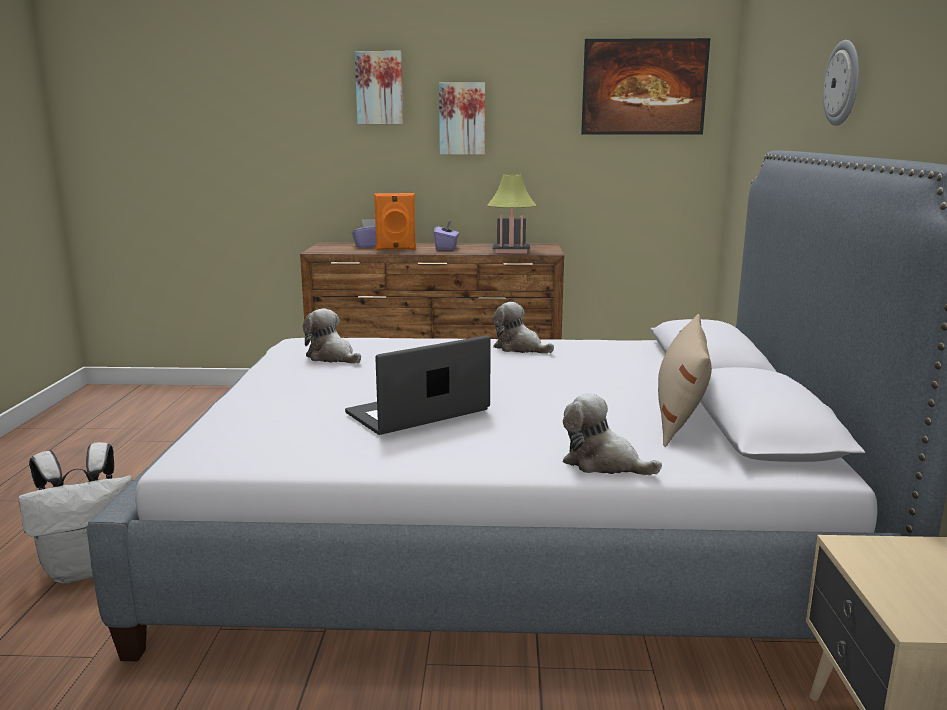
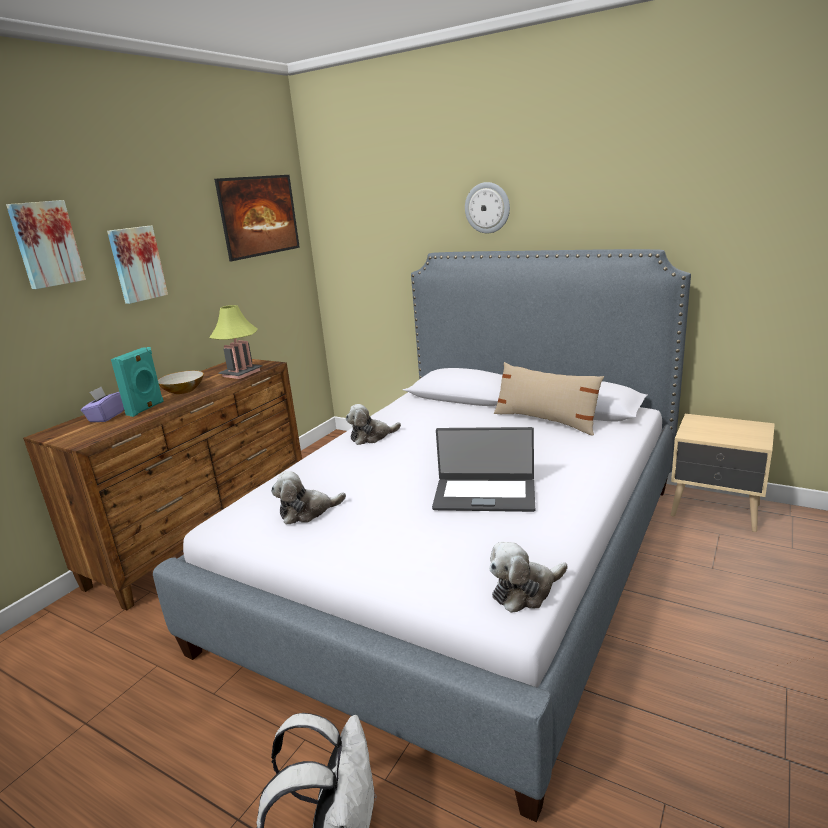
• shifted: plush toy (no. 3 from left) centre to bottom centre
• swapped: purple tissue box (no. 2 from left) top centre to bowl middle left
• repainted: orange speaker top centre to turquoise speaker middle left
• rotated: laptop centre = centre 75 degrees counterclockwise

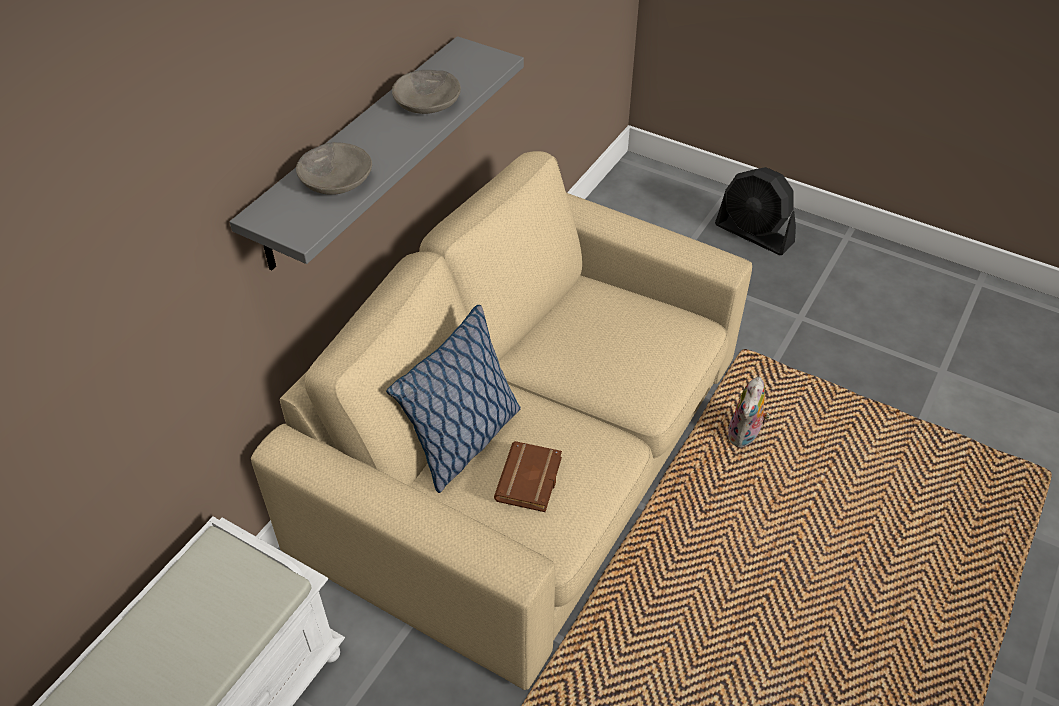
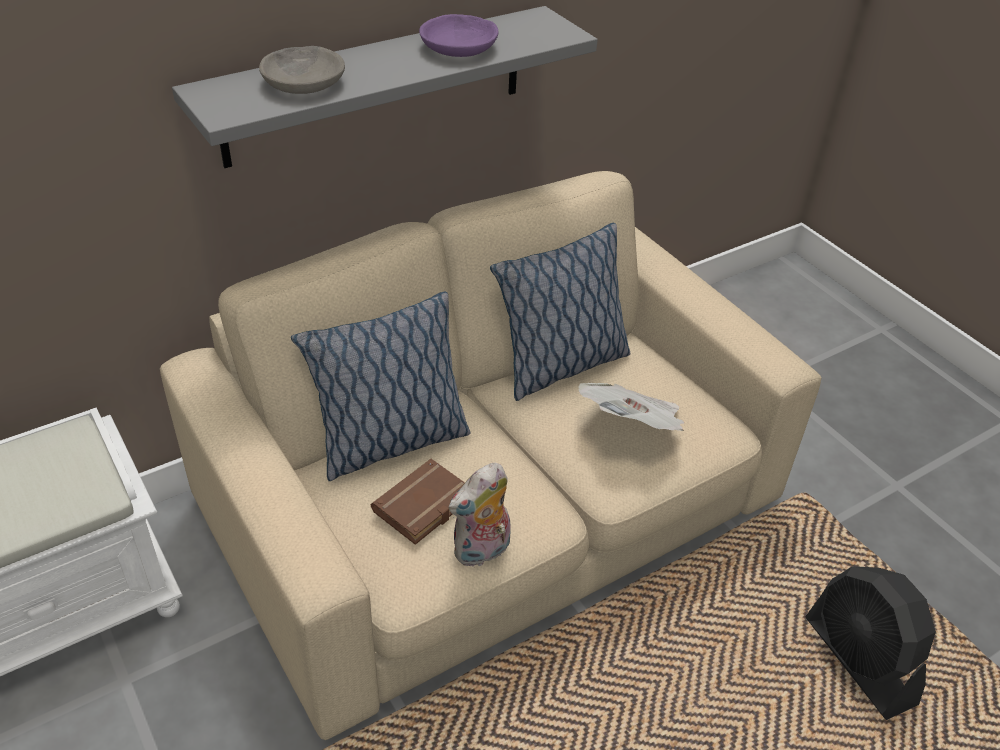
• new: pillow (no. 2 from left) centre
• new: newspaper centre
• shifted: black fan top right to bottom right
• shifted: plush toy middle right to bottom centre
• repainted: grey bowl (no. 2 from left) top centre to purple bowl top centre

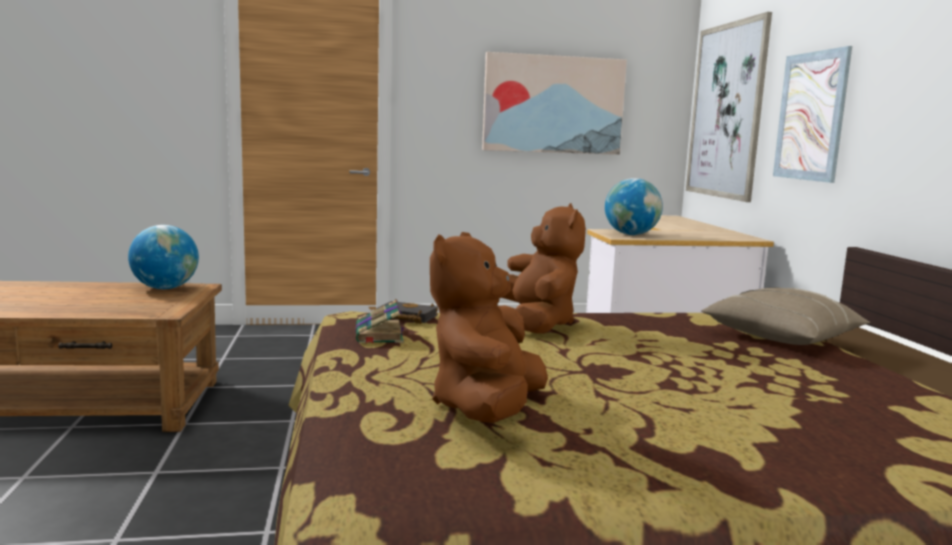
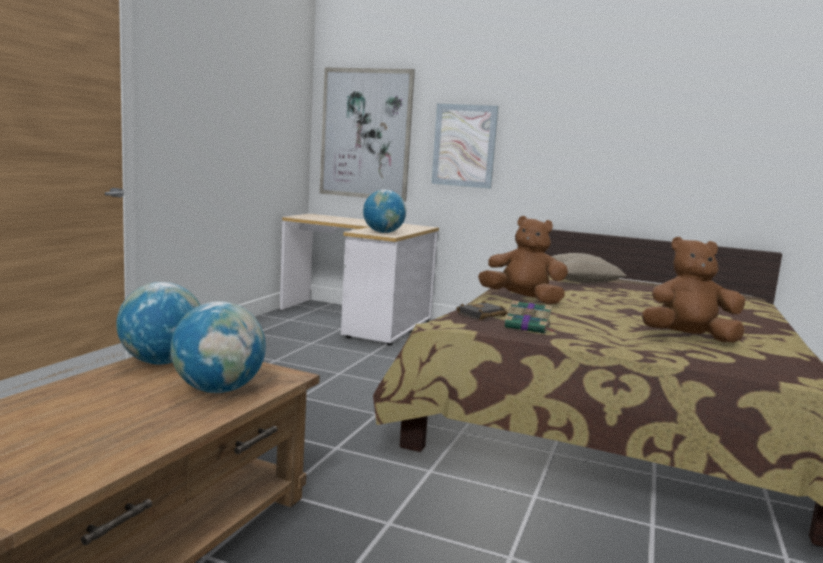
• gone: picture (no. 1 from left) top centre
• new: globe (no. 2 from left) middle left
• rotated: brown plush toy (no. 1 from left in the first image) centre = middle right 135 degrees clockwise

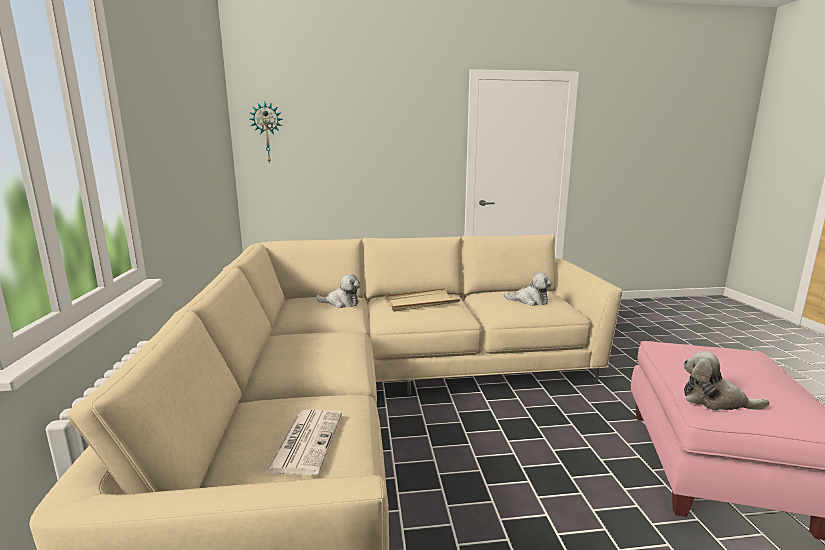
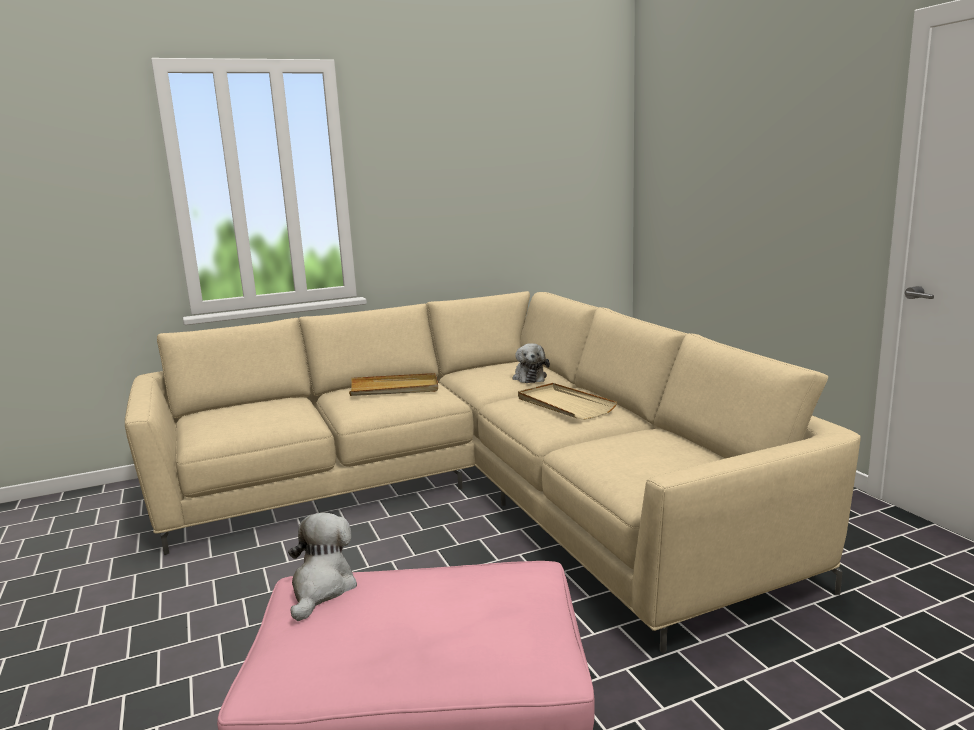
• gone: wall clock top left
• gone: newspaper bottom centre
• gone: plush toy (no. 2 from left) centre
• new: beige tray (no. 1 from left) centre

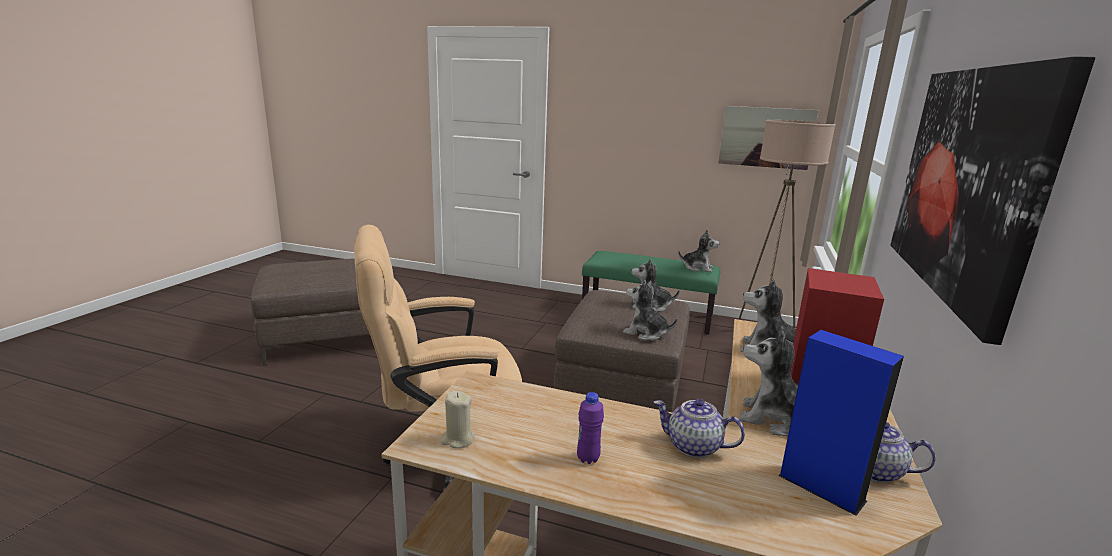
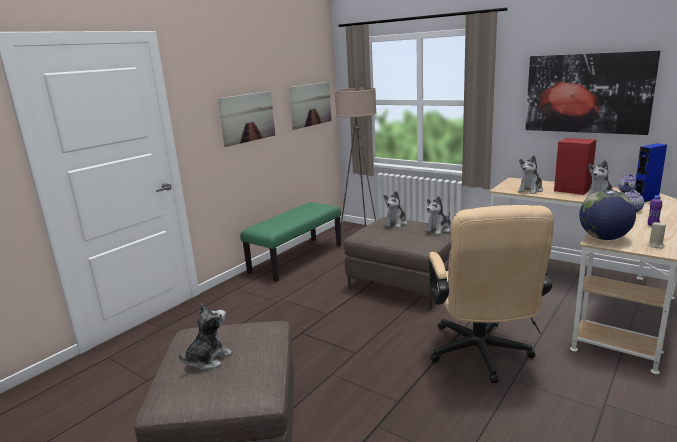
• new: picture (no. 1 from left) top centre
• new: globe middle right
• shifted: plush toy (no. 3 from left in the first image) centre to plush toy (no. 1 from left) bottom left

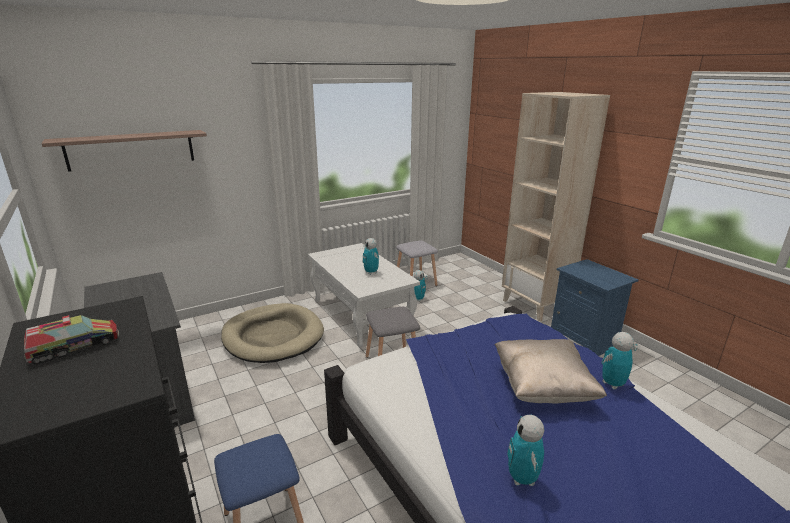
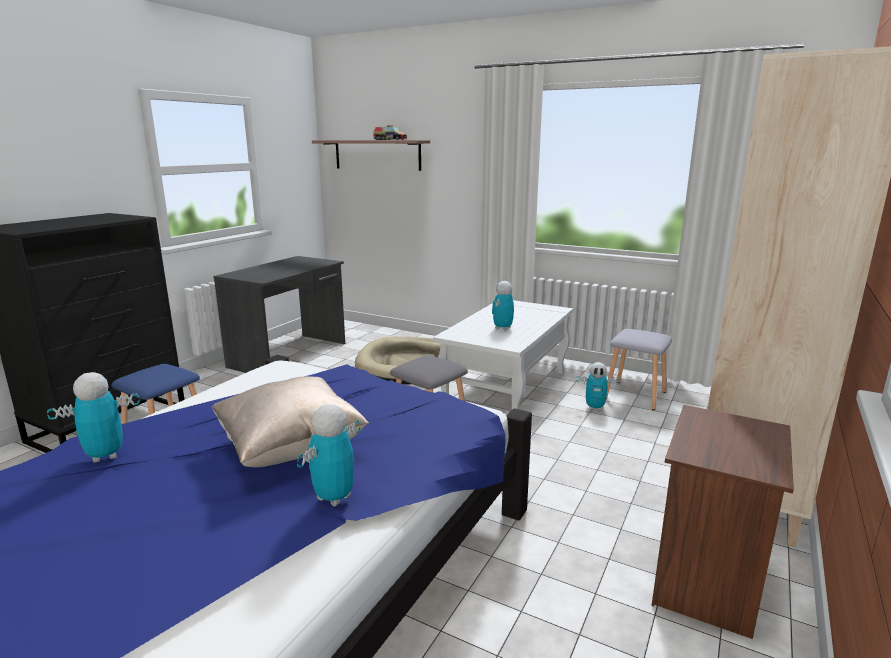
• shifted: toy truck middle left to top centre
• repainted: blue nightstand middle right to brown nightstand bottom right
• rotated: toy robot (no. 4 from left in the first image) bottom right = bottom centre 90 degrees counterclockwise

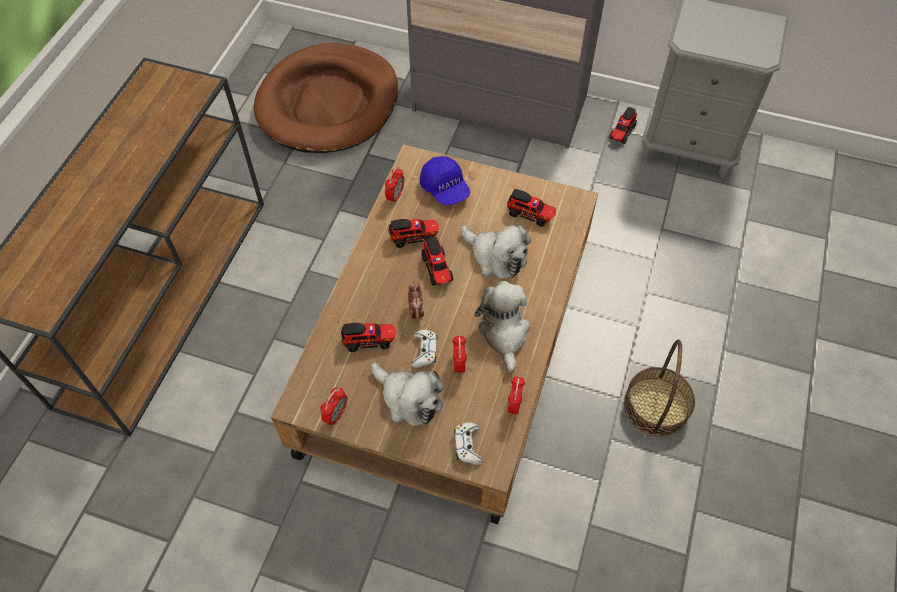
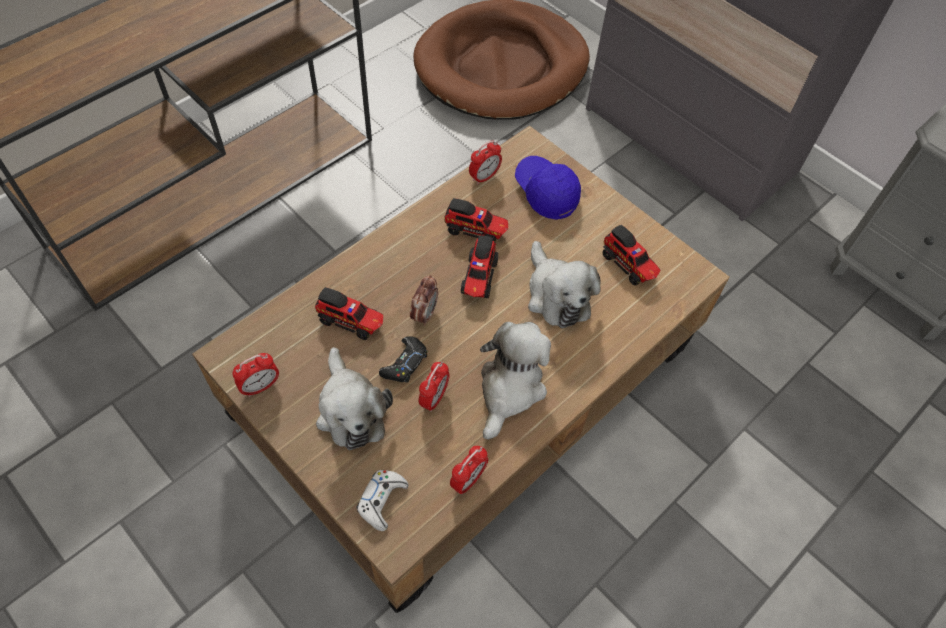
• gone: toy truck (no. 5 from left) top right
• gone: basket middle right
• repainted: white game controller (no. 1 from left) centre to black game controller centre
• rotated: blue cap top centre = top centre 150 degrees clockwise

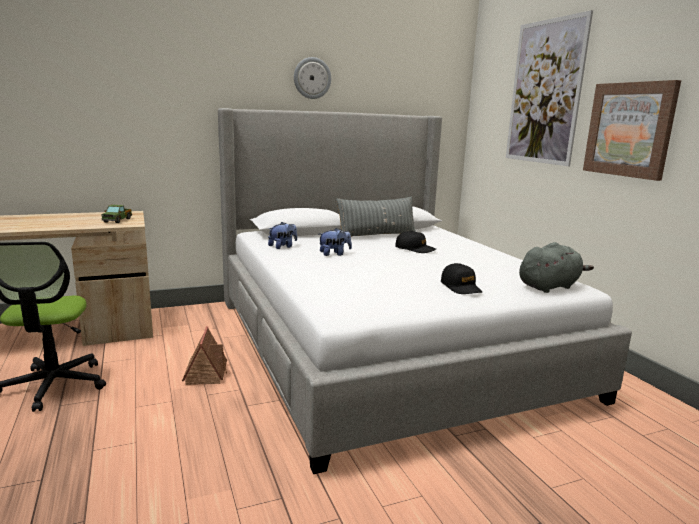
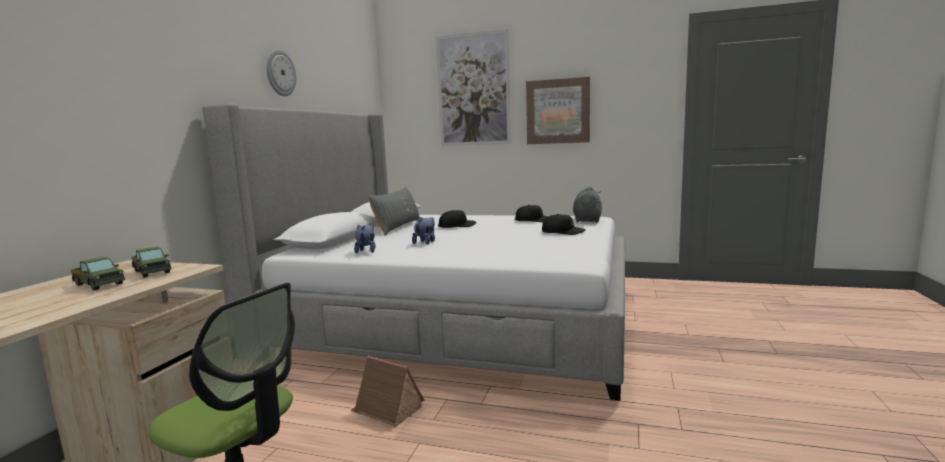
• new: toy truck (no. 1 from left) middle left
• new: black cap (no. 2 from left) centre

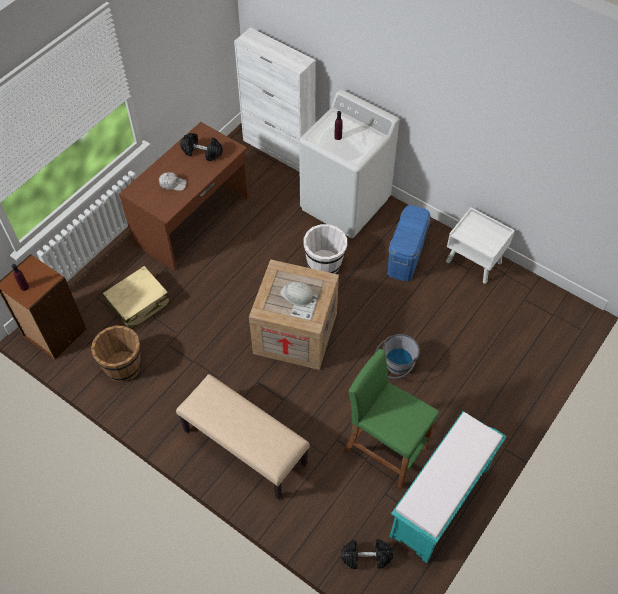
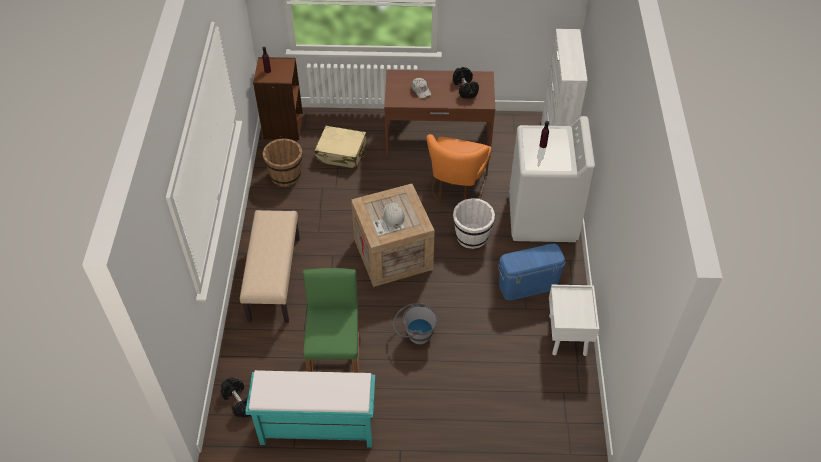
• new: orange chair centre

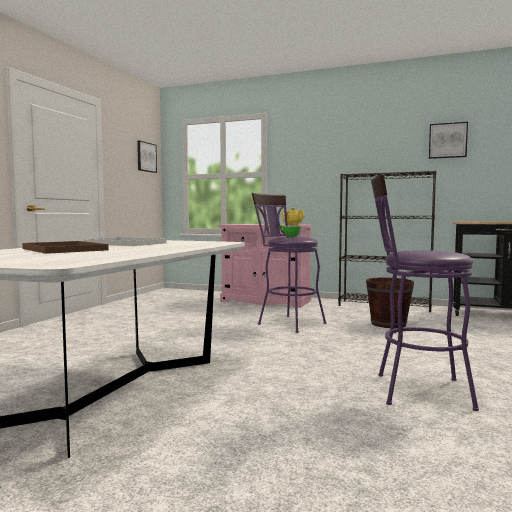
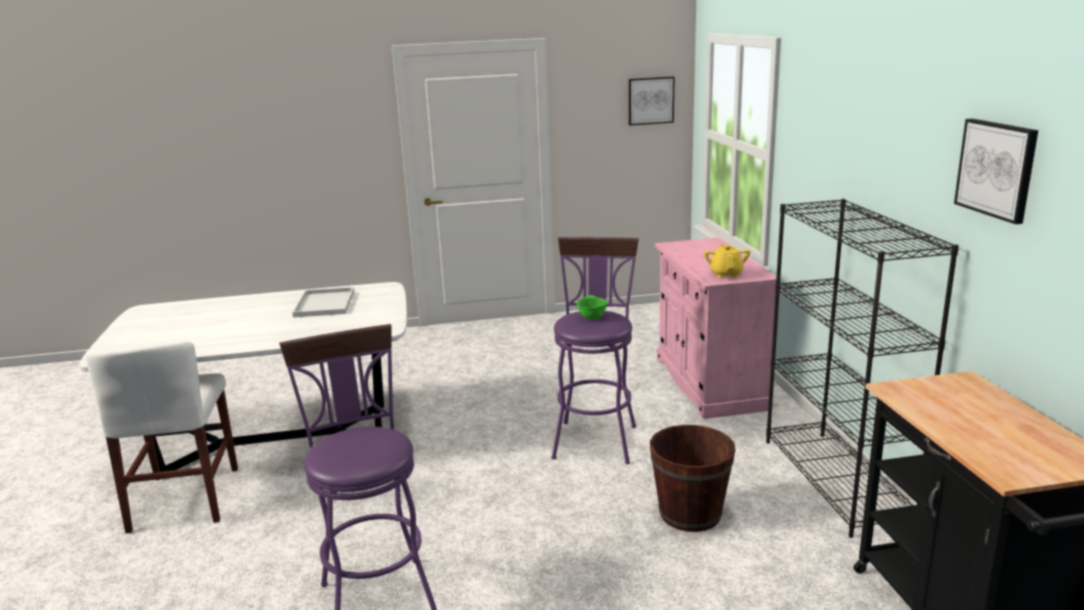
• gone: brown tray middle left
• new: white chair bottom left

